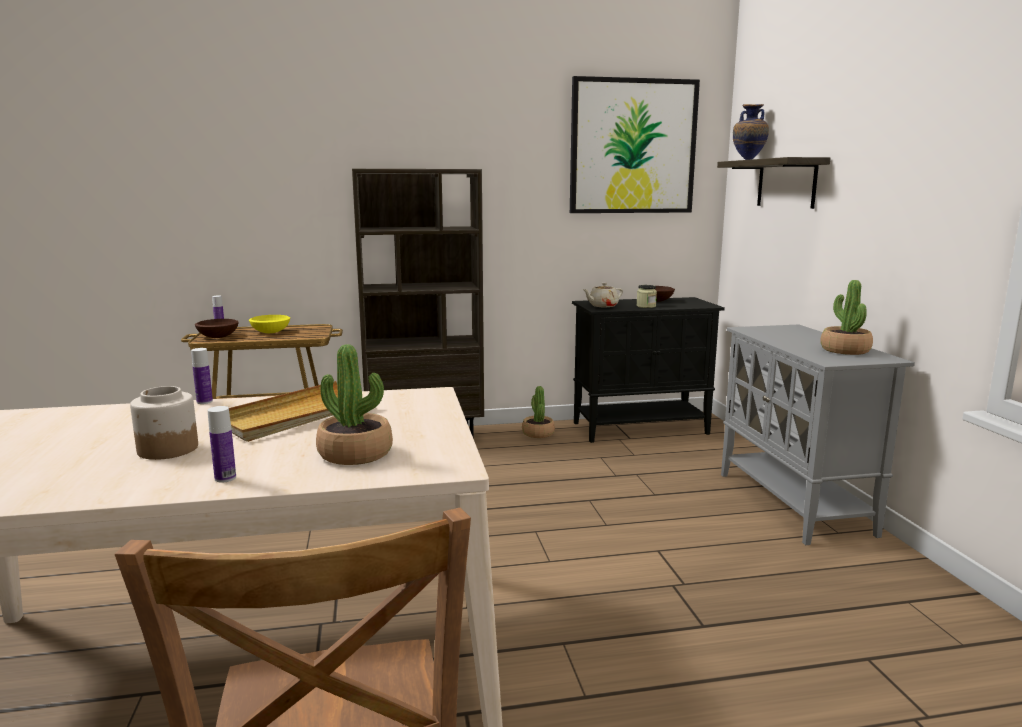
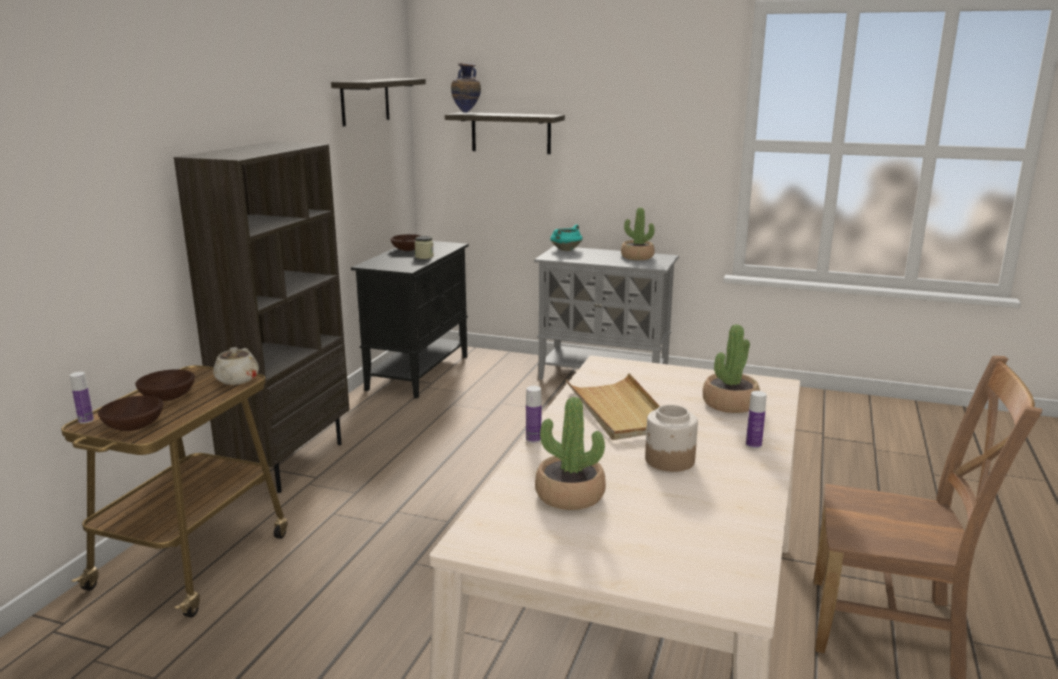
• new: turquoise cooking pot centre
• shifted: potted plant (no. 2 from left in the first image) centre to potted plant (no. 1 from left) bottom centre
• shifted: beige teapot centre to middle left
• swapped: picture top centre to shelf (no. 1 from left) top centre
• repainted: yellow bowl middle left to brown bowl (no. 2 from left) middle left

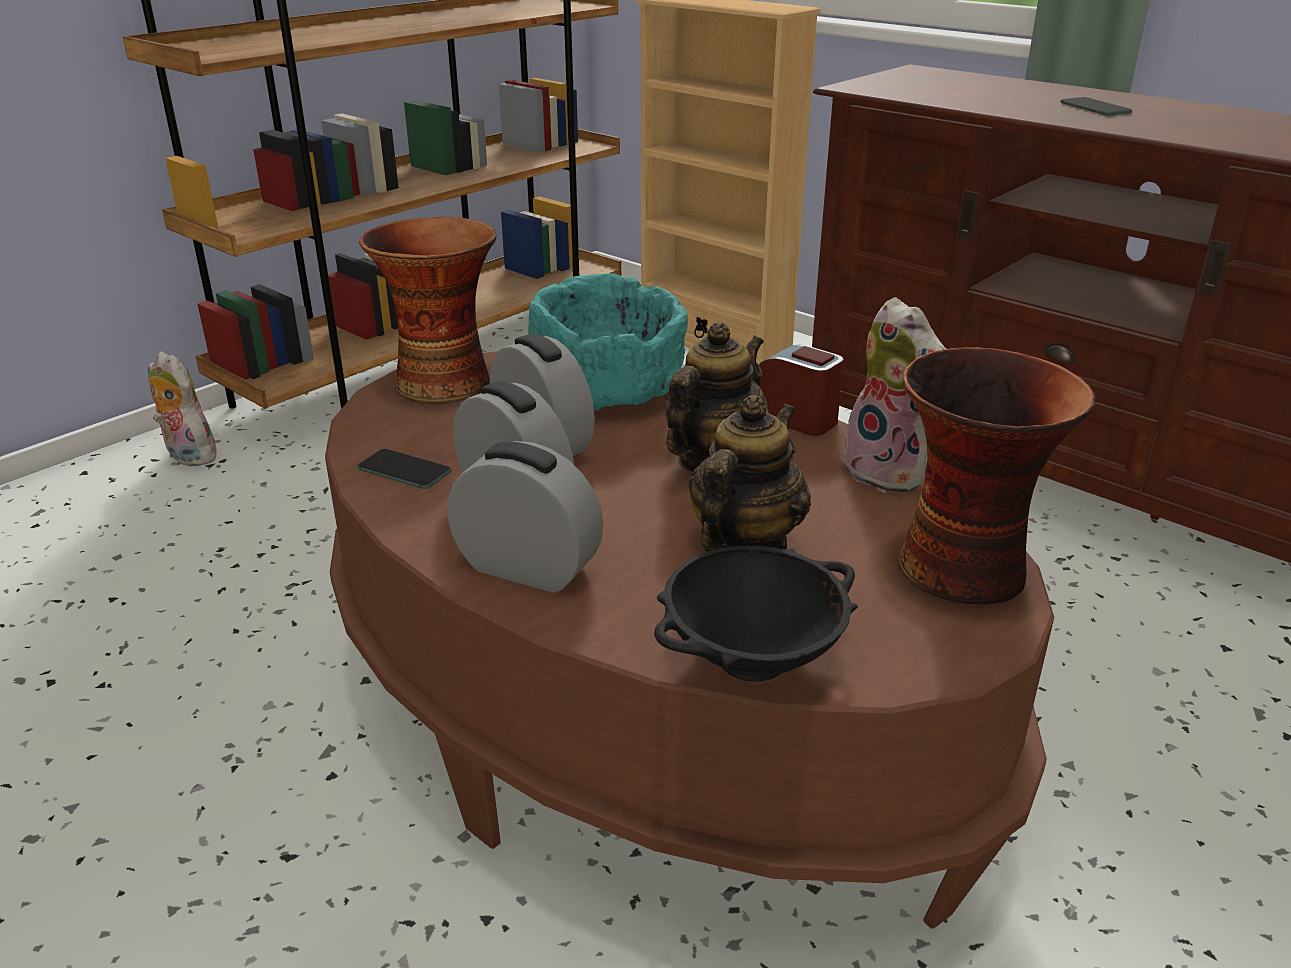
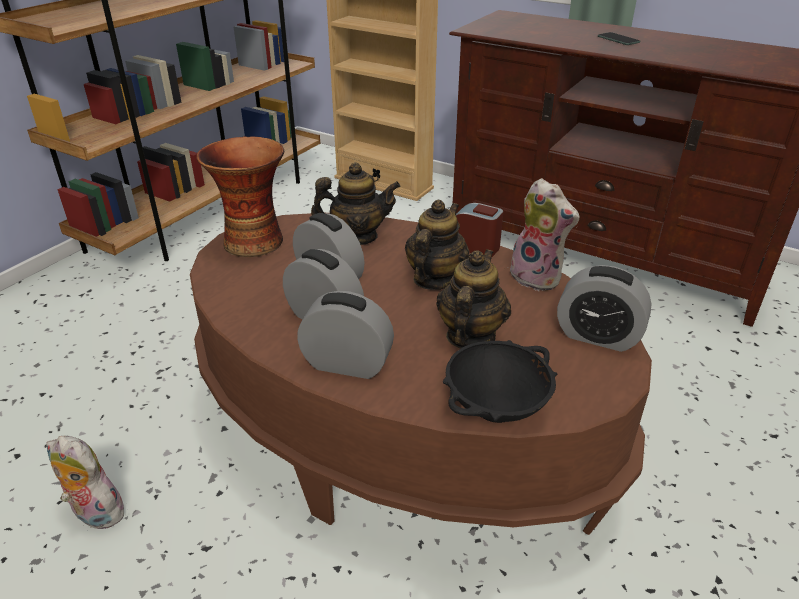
• gone: phone (no. 1 from left) middle left
• shifted: plush toy (no. 1 from left) middle left to bottom left
• swapped: turquoise bowl centre to teapot (no. 1 from left) centre
• swapped: vase (no. 2 from left) middle right to alarm clock (no. 5 from left) middle right

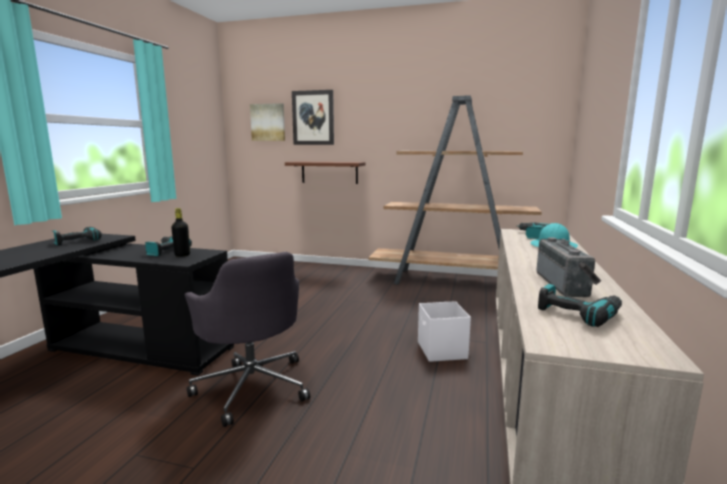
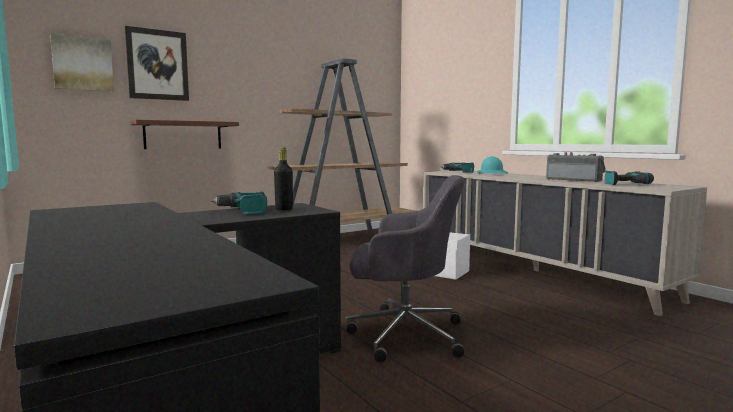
• gone: power drill (no. 1 from left) middle left

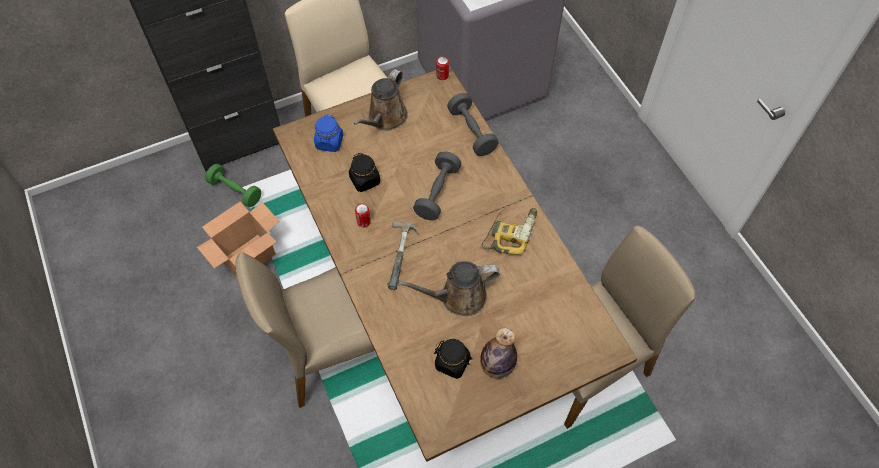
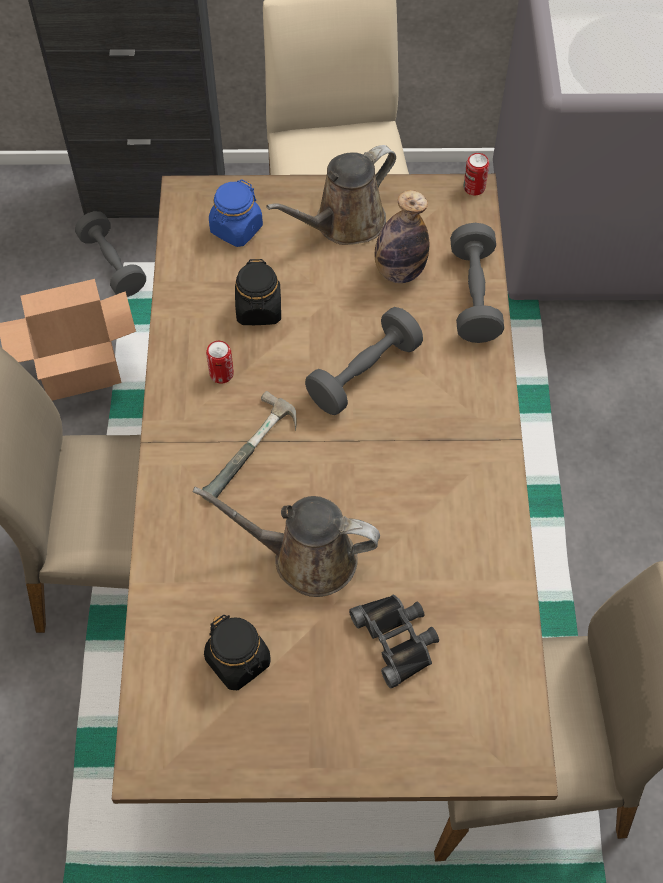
• gone: power drill centre
• new: black binoculars bottom centre
• shifted: bottle bottom centre to top centre
• repainted: green dumbbell middle left to grey dumbbell (no. 1 from left) top left

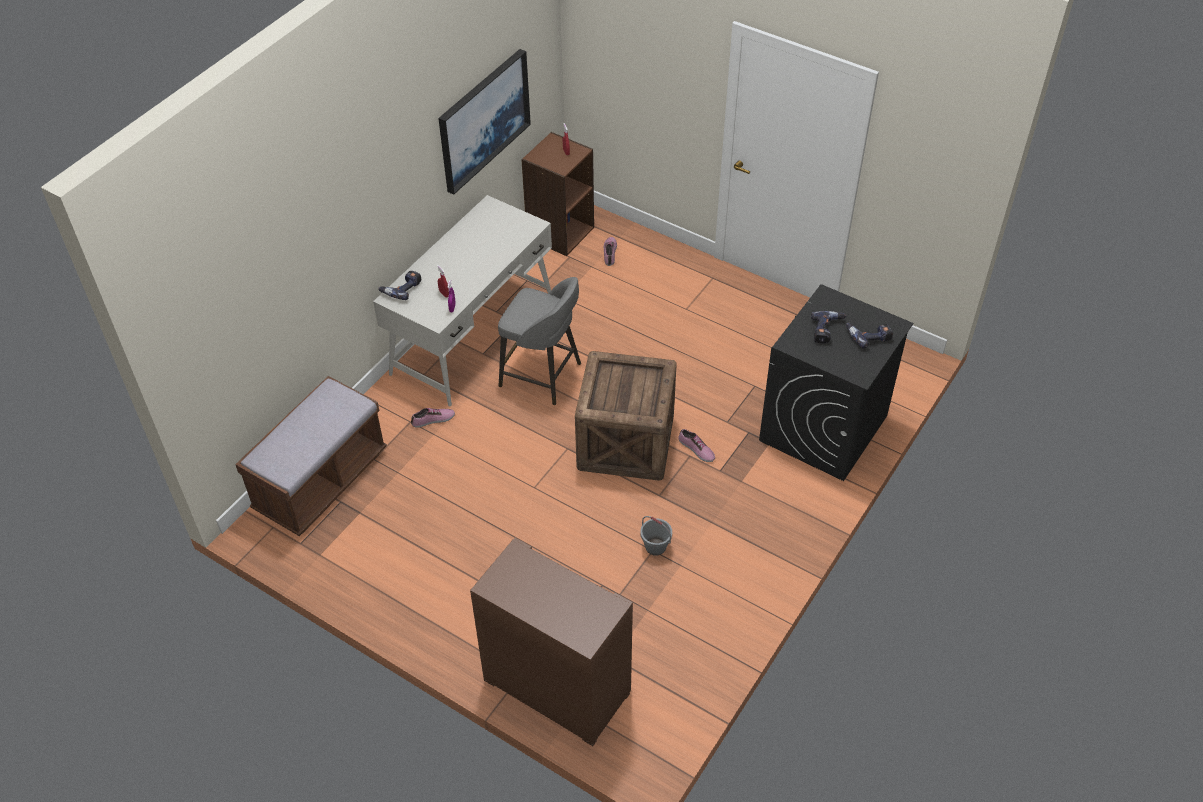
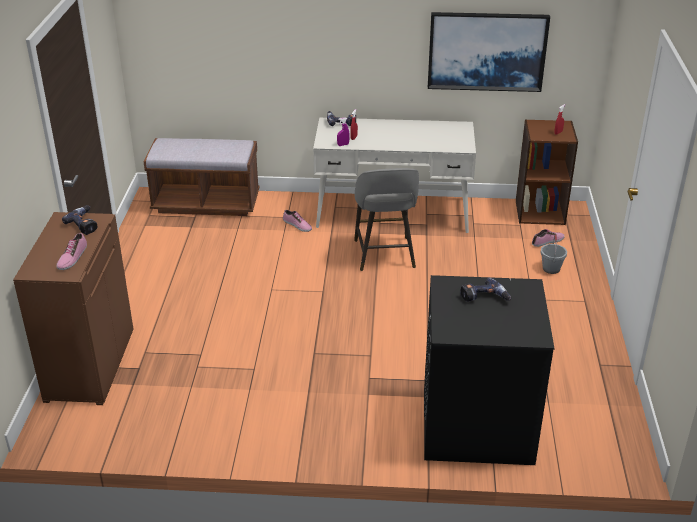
• gone: crate centre
• shifted: grey bucket bottom centre to middle right
• shifted: shoe (no. 3 from left in the first image) centre to shoe (no. 1 from left) middle left
• shifted: power drill (no. 3 from left in the first image) middle right to power drill (no. 1 from left) middle left

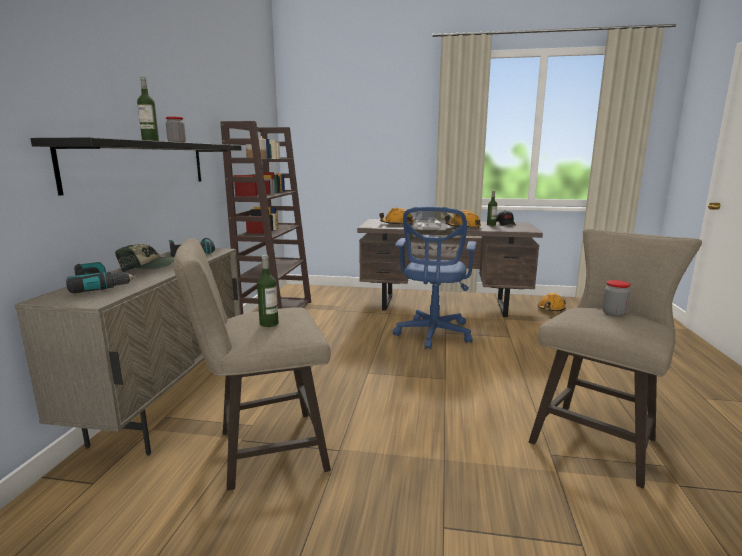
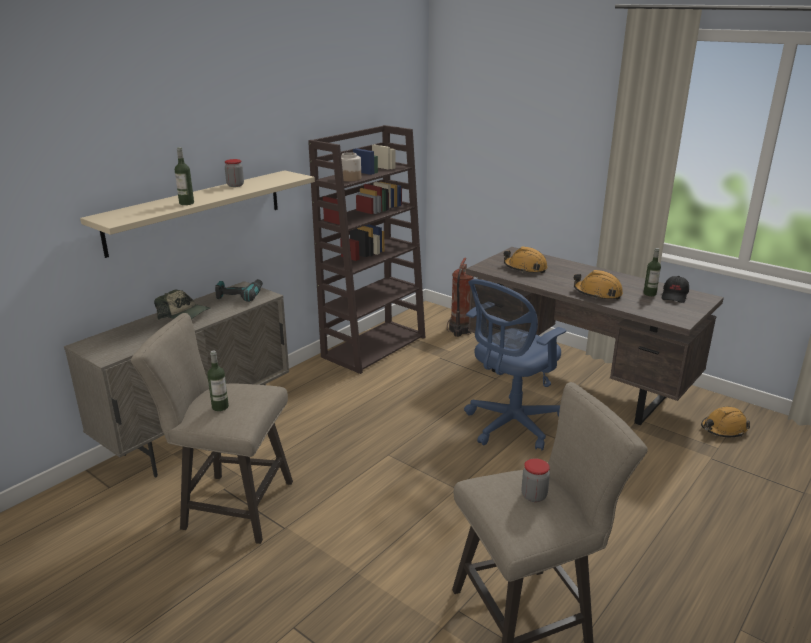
• gone: power drill (no. 1 from left) middle left
• new: fire extinguisher centre
• repainted: black shelf top left to beige shelf top left

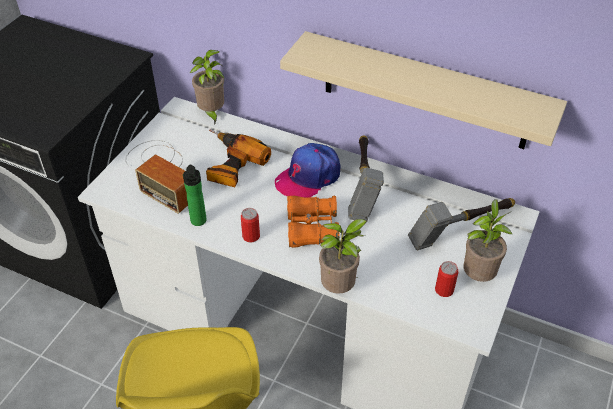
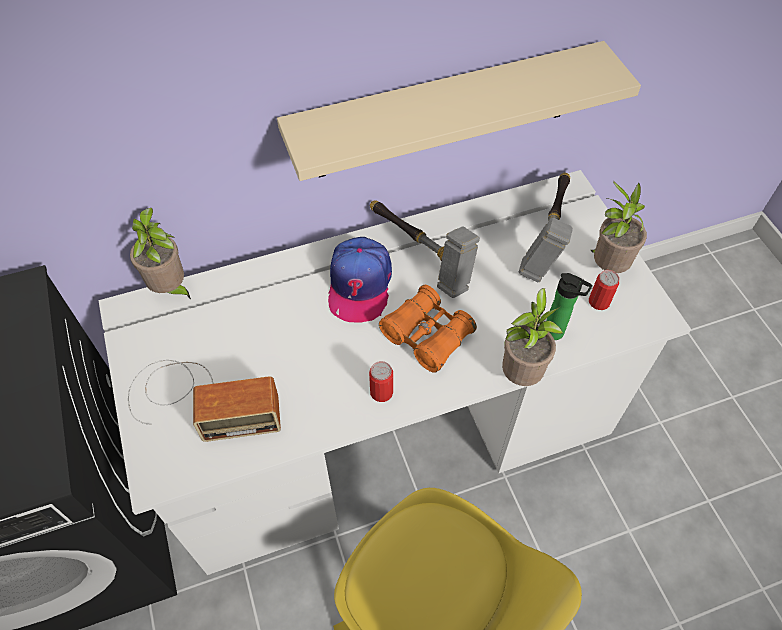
• gone: power drill centre
• shifted: bottle middle left to middle right

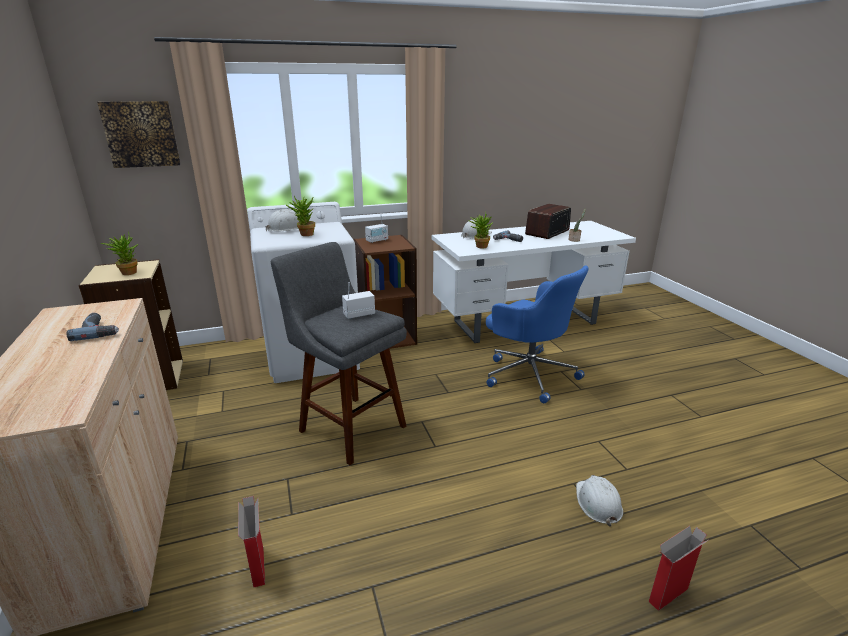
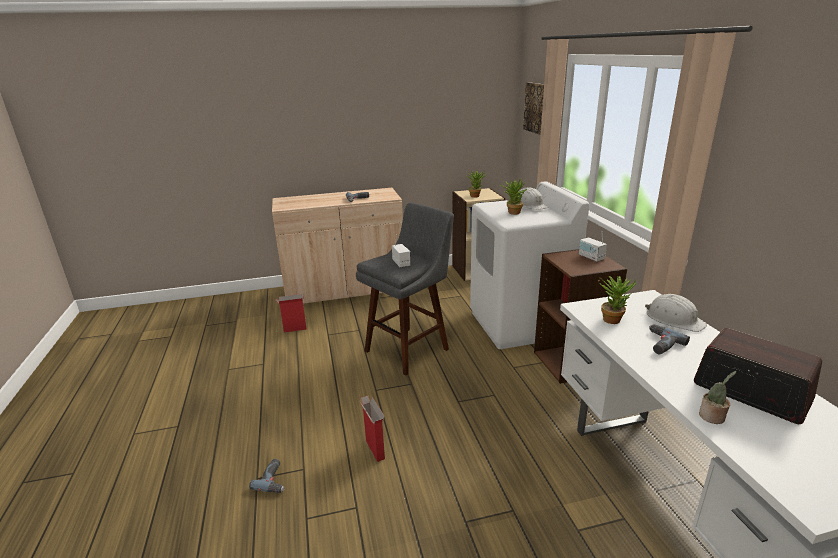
• gone: blue office chair centre
• shifted: cardboard box (no. 2 from left) bottom right to bottom centre
• swapped: white hard hat (no. 3 from left) bottom right to power drill (no. 1 from left) bottom left

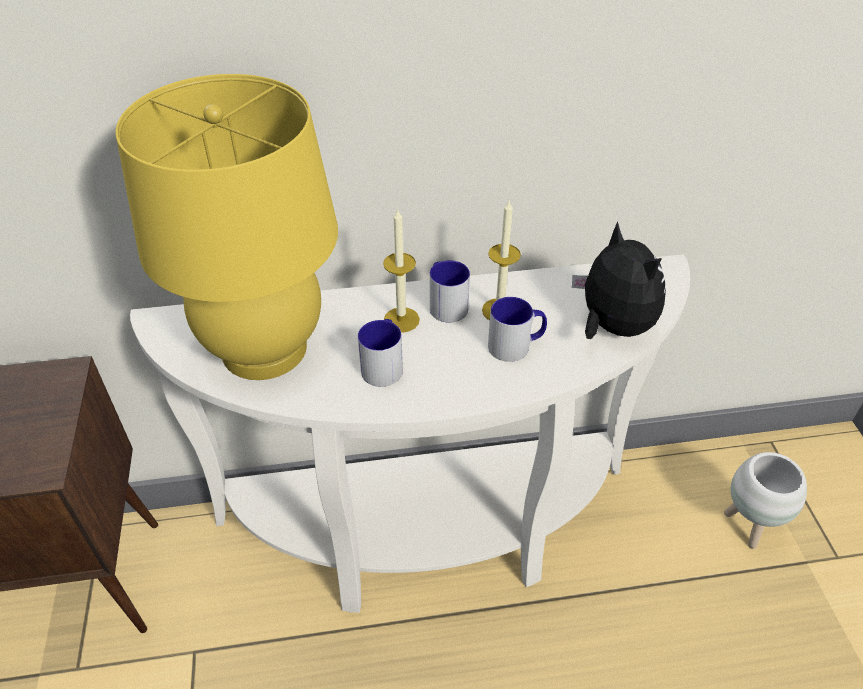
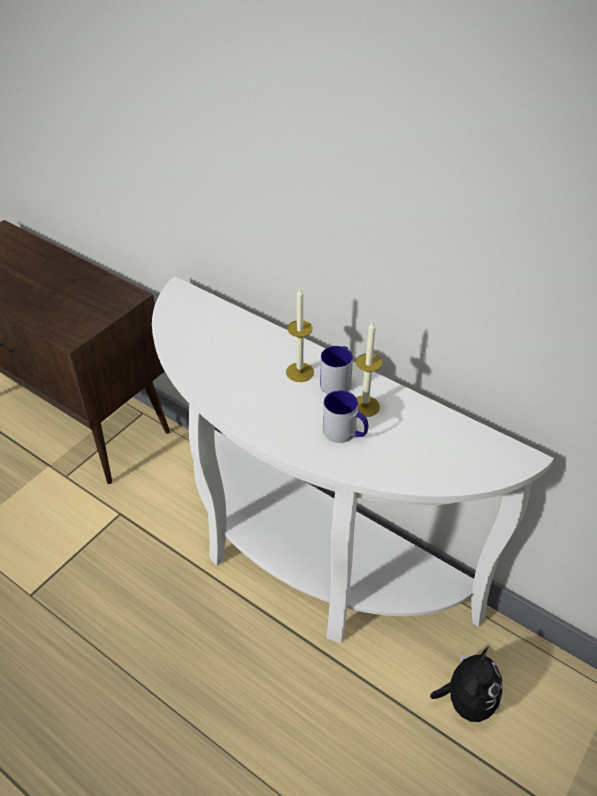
• gone: yellow table lamp top left
• gone: mug (no. 1 from left) centre
• gone: white planter bottom right
• shifted: plush toy middle right to bottom right

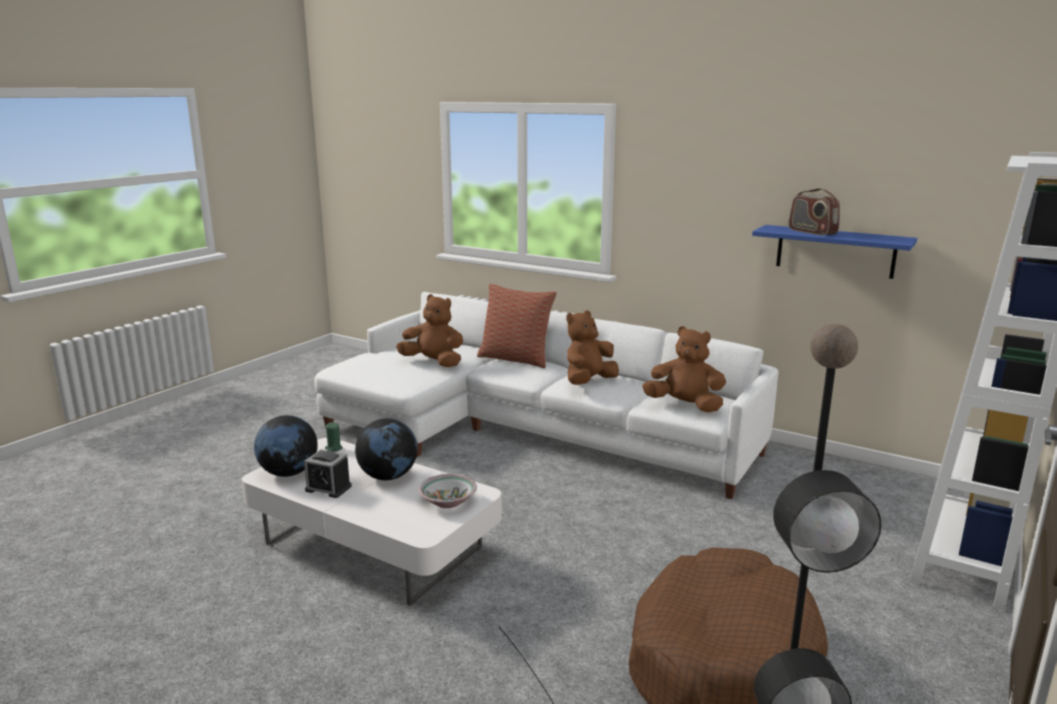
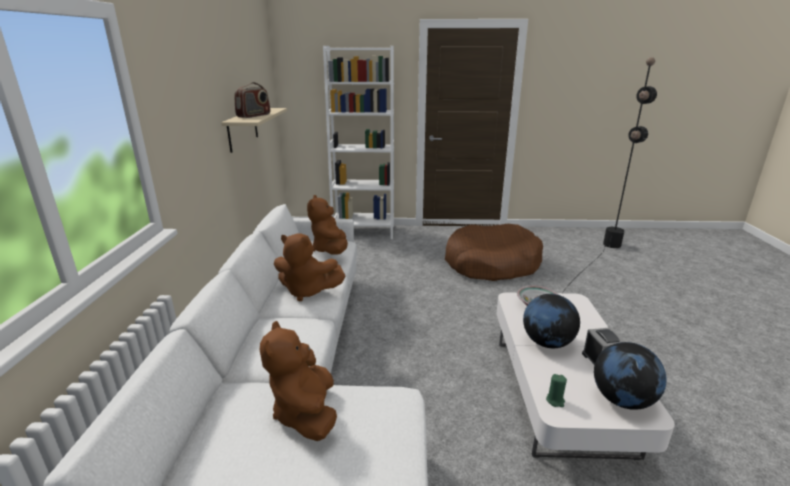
• gone: pillow centre
• repainted: blue shelf middle right to beige shelf top left

